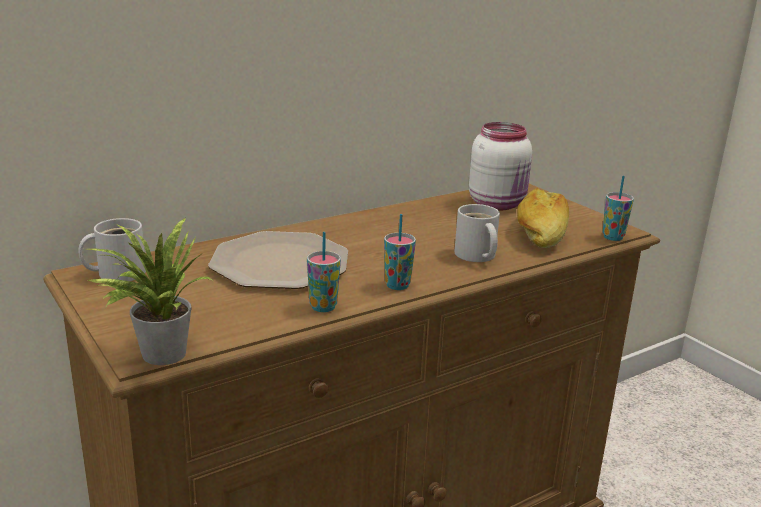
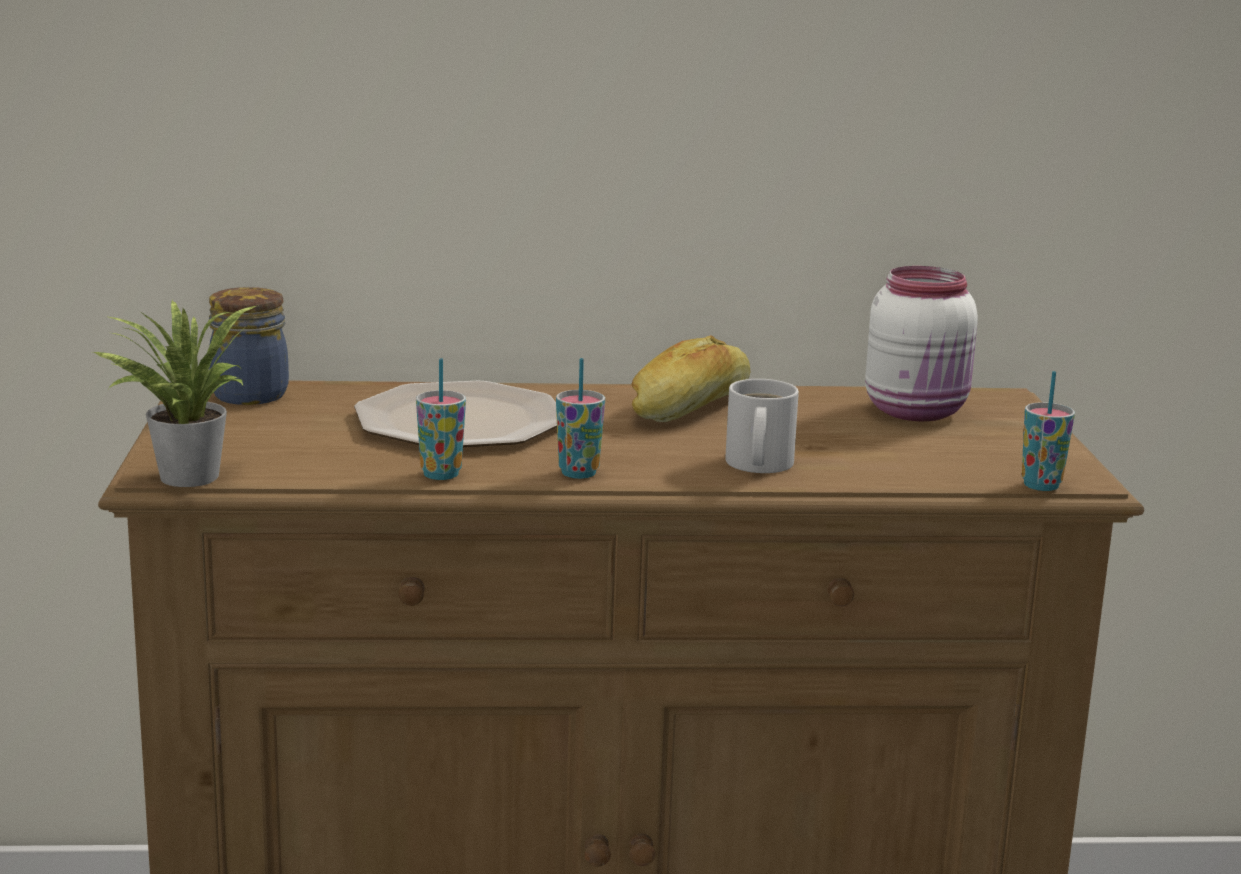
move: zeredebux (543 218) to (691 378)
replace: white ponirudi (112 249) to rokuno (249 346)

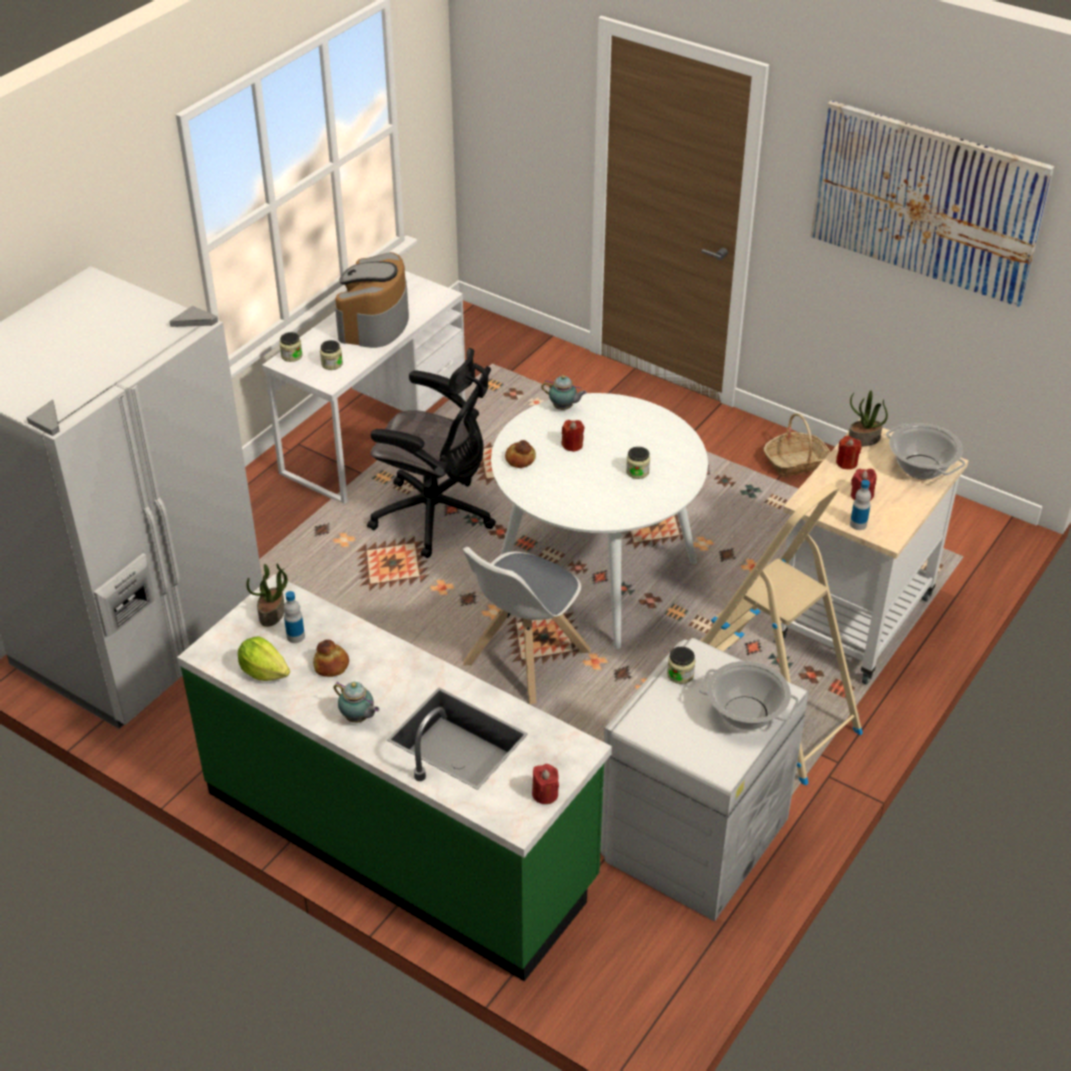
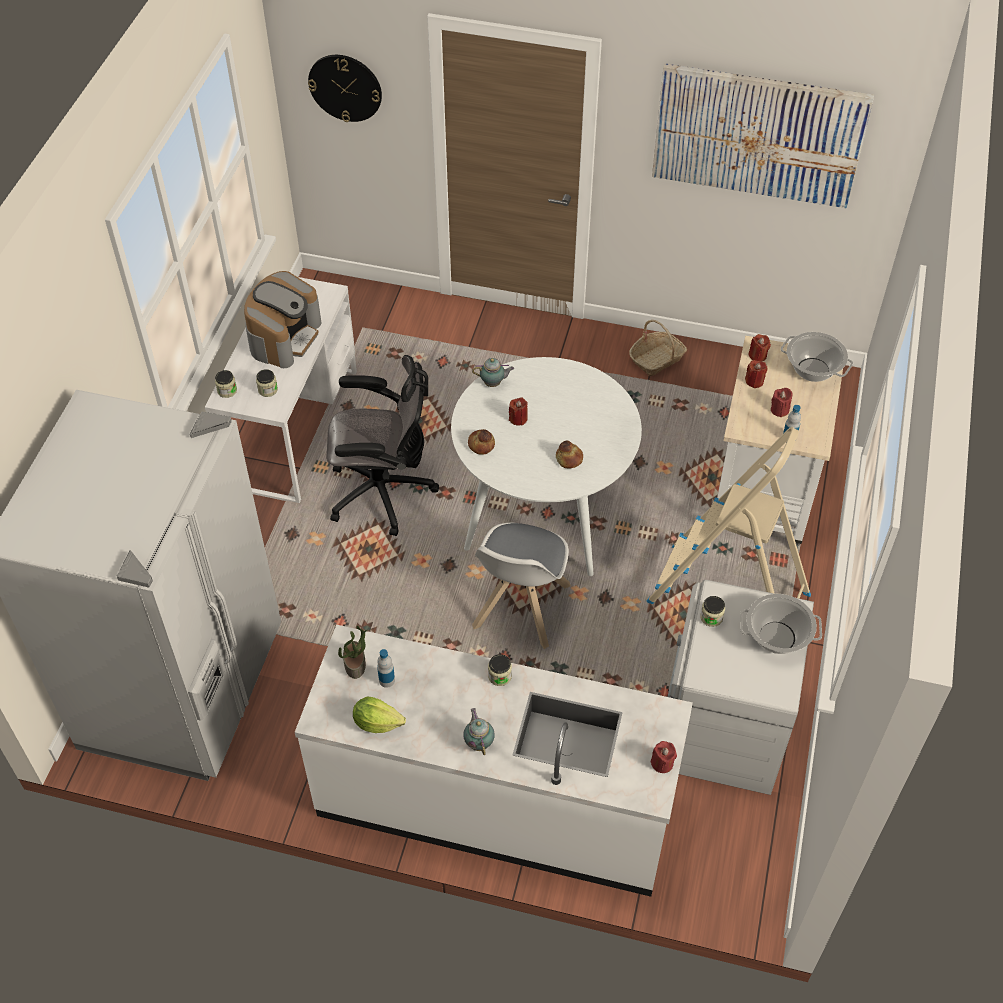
insert: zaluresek (345 88)
move: zeredebux (331 658) to (569 455); rokuno (638 463) to (500 670)
replace: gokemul (868 418) to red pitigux (759 347)
recolor: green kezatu (394 777) to white kezatu (494 761)
rotate: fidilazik (357 702) = (479 731) 120 degrees counterclockwise; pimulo (372 300) = (283 319) 150 degrees counterclockwise

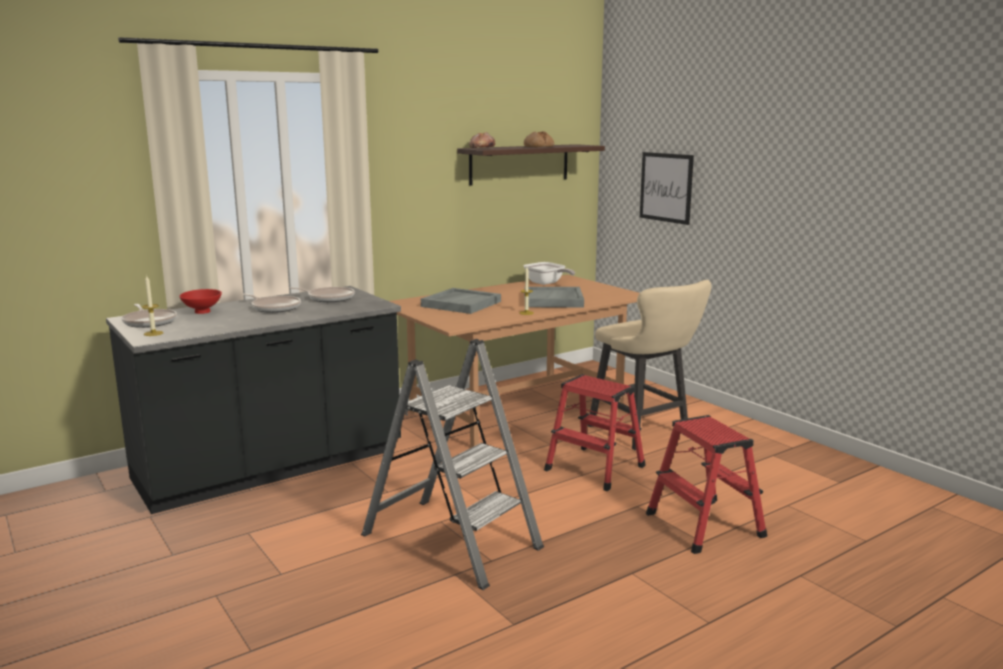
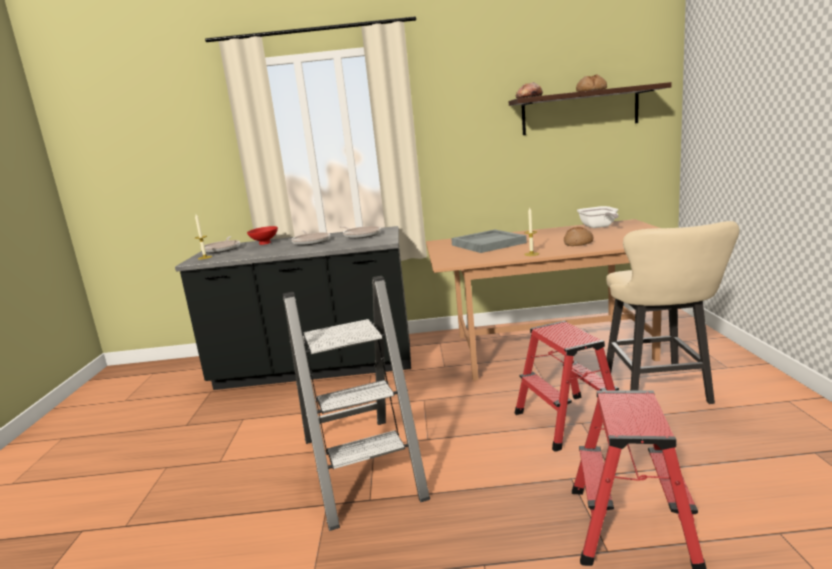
delete: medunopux (667 188)
replace: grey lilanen (554 297) to zeredebux (578 236)

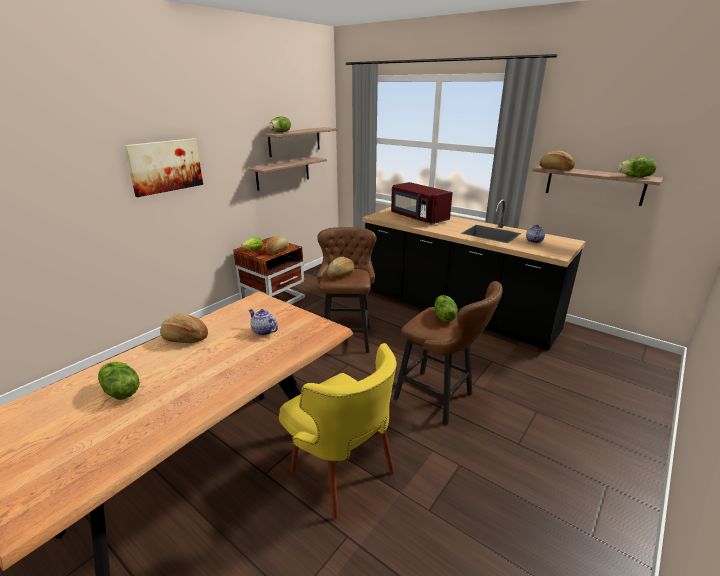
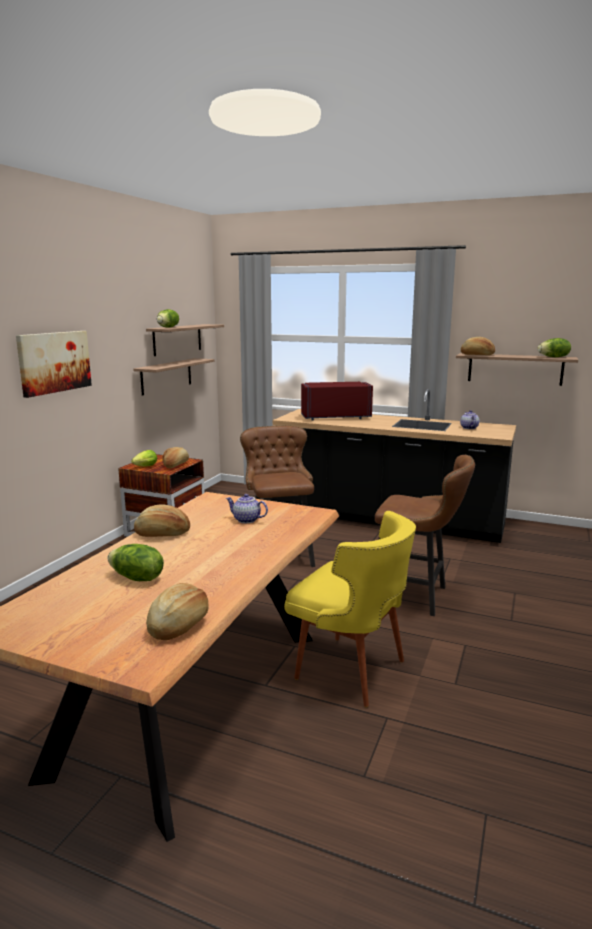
delete: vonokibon (446 308)
move: zeredebux (340 267) to (177 611)
rotate: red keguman (422 203) = (337 401) 135 degrees clockwise

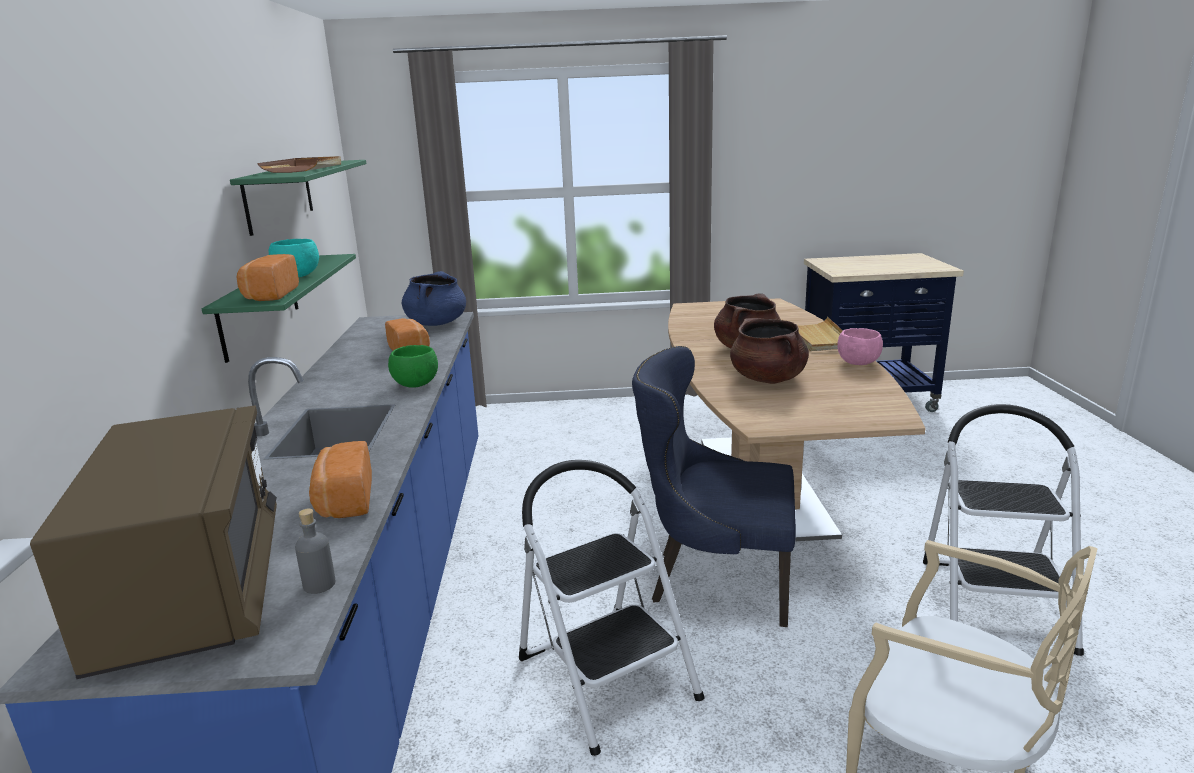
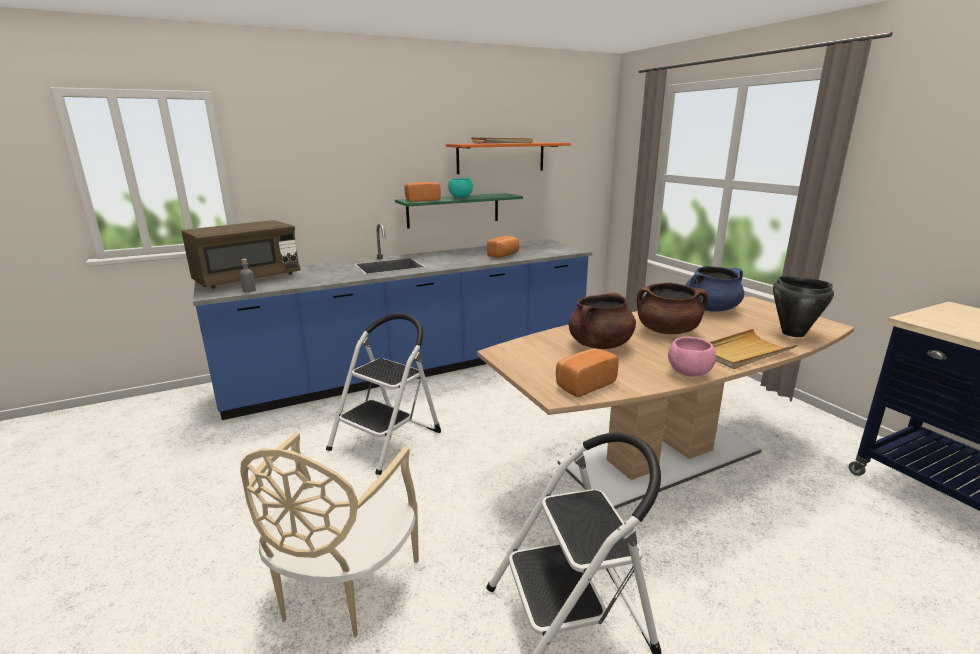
delete: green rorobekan (413 366); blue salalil (714 486)
insert: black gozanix (803 306)
move: zeredebux (340 479) to (587 373); blue gozanix (434 298) to (715 289)
recolor: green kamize (298 198) to orange kamize (508 158)

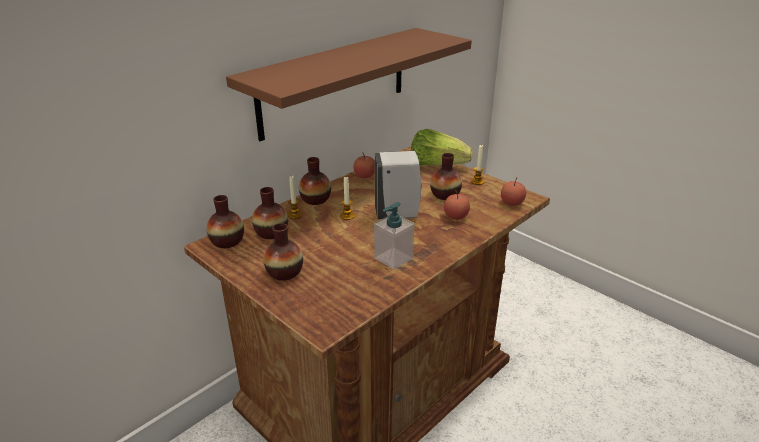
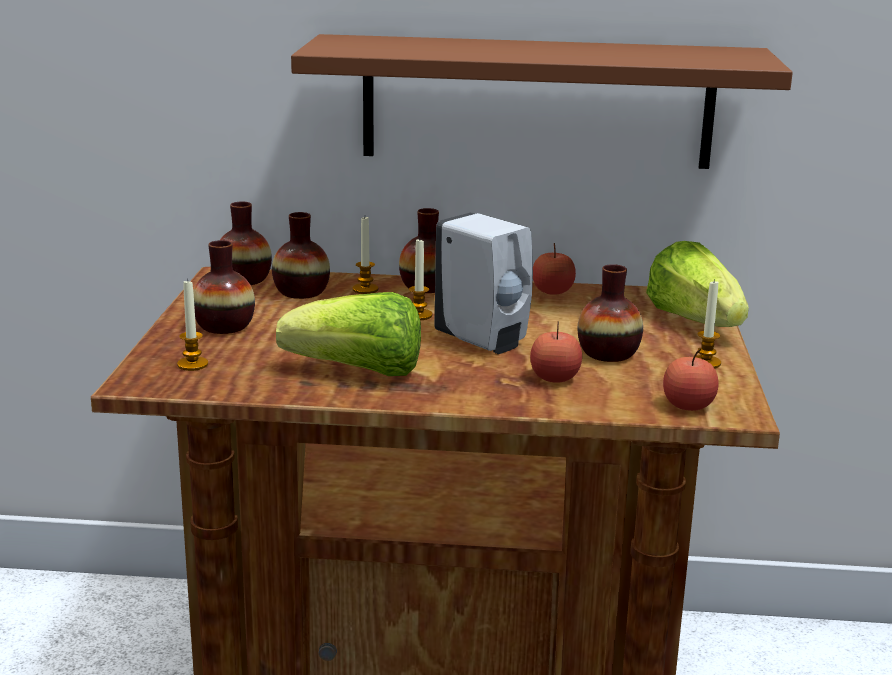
insert: pitigux (192 325)
replace: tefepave (394 236) to vonokibon (348 334)

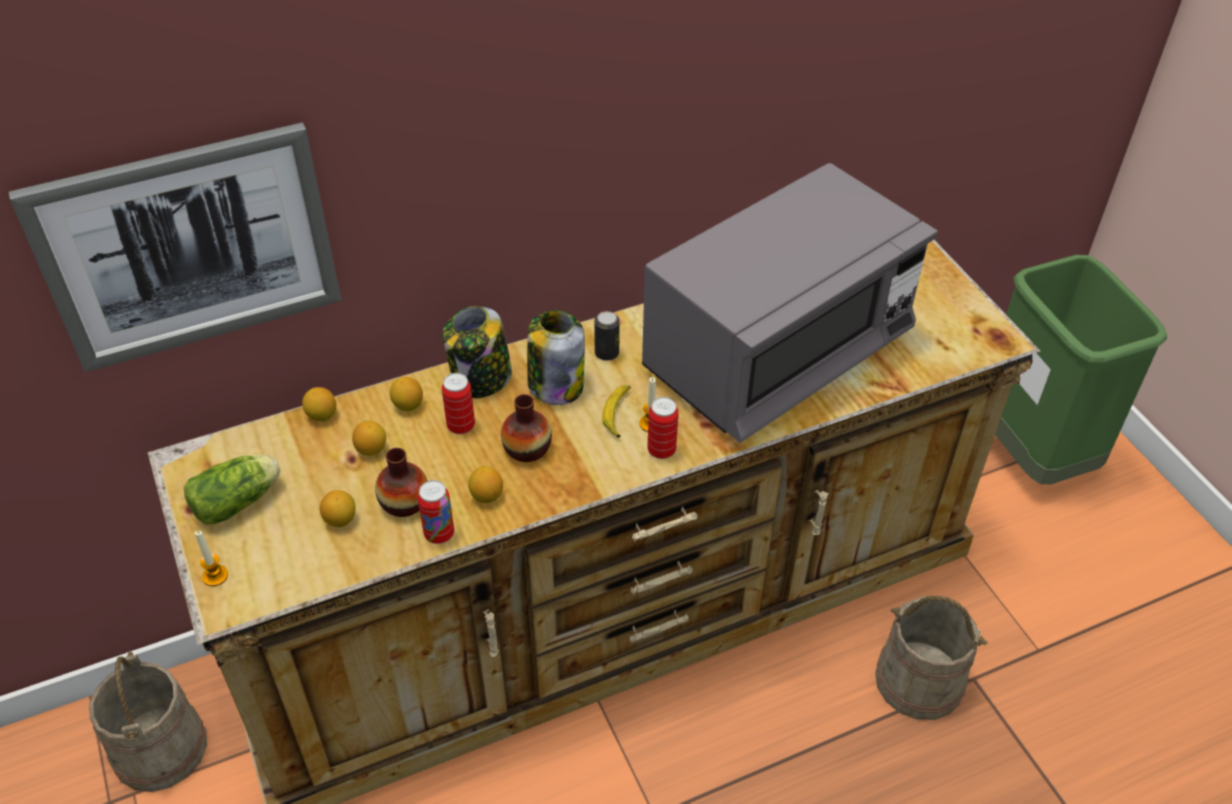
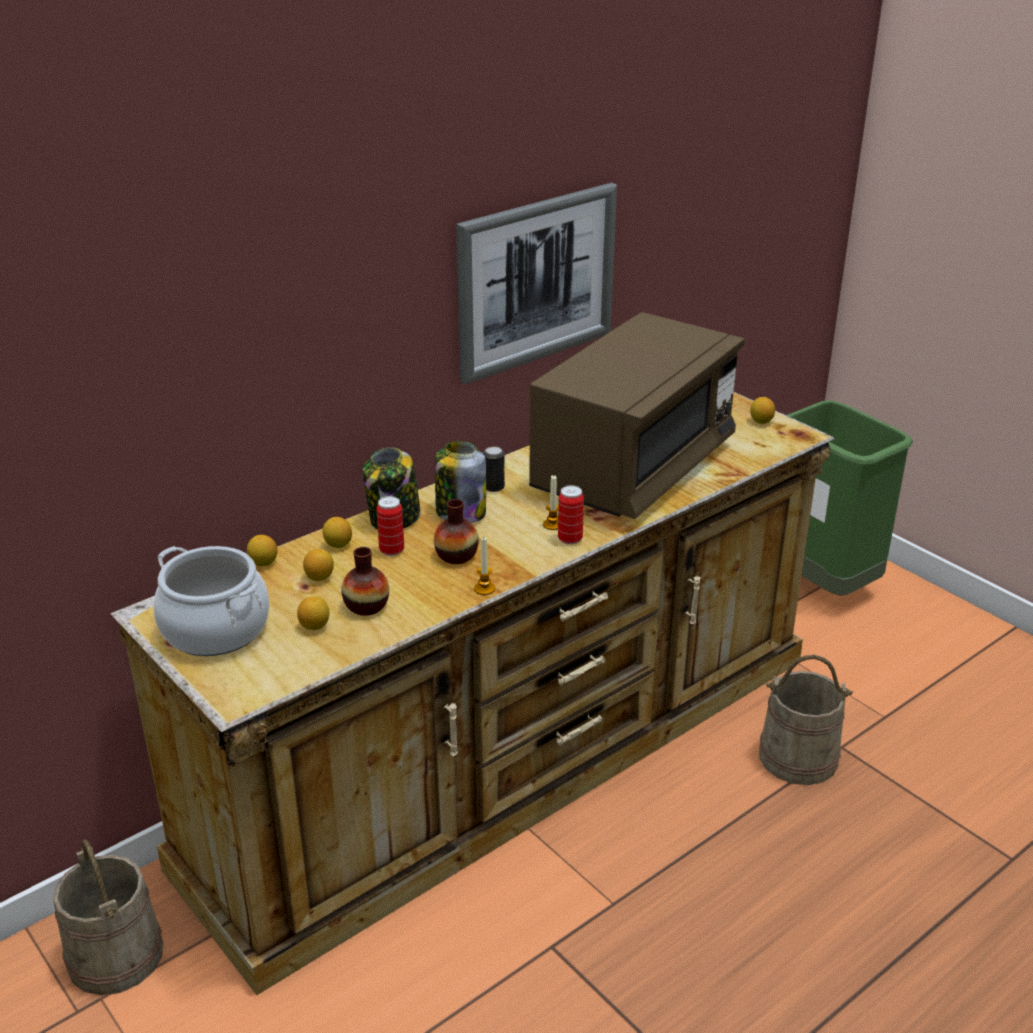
delete: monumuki (436 512); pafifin (616 411)
move: medunopux (175 247) to (536 284); pitigux (211 558) to (484 566); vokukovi (485 484) to (762 410)
replace: vonokibon (232 490) to gozanix (212 601)
recolor: grey keguman (790 303) to brown keguman (637 415)

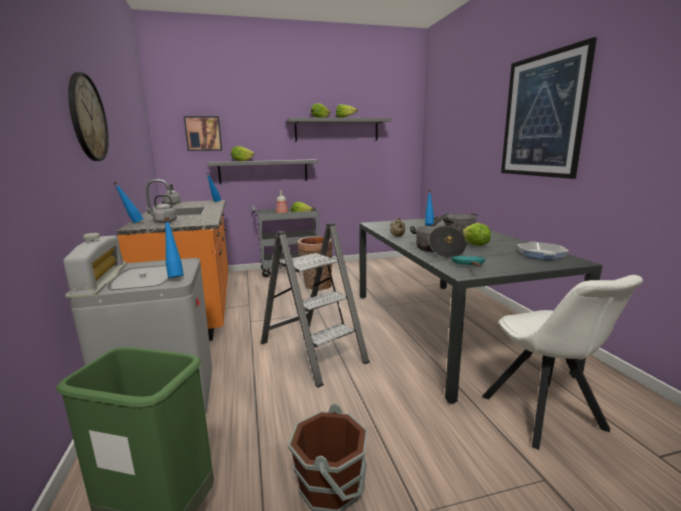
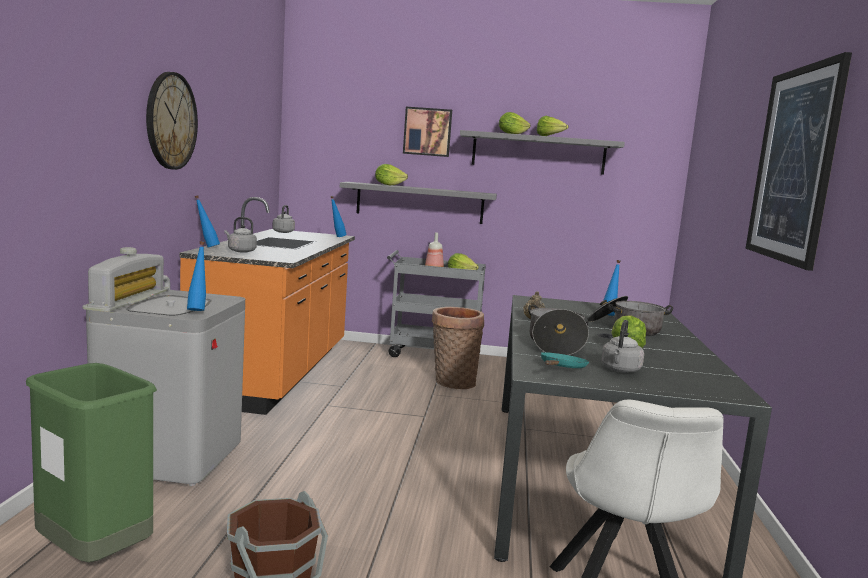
delete: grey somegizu (315 305); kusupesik (543 251)
insert: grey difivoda (622 346)
move: medunopux (203 133) to (427 132)

